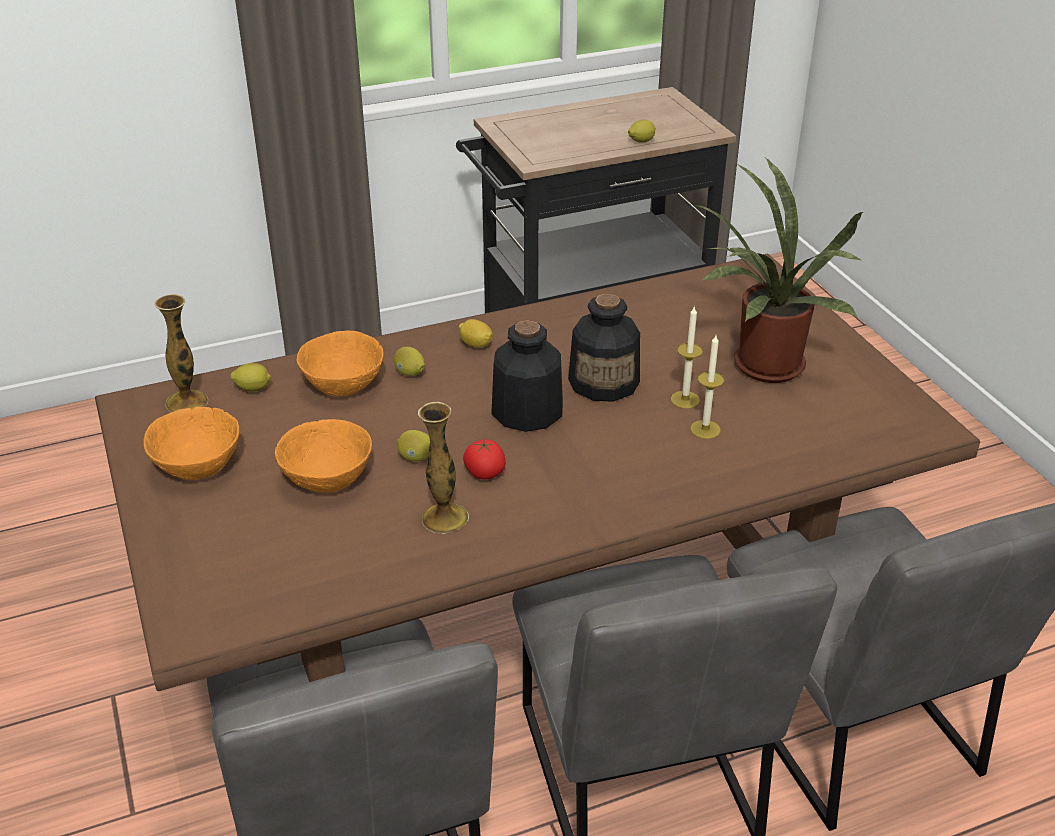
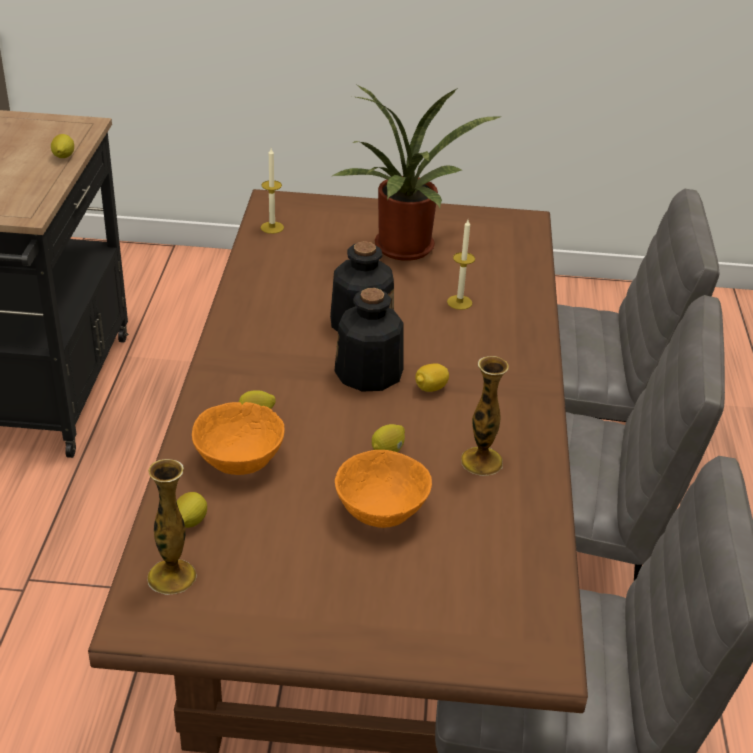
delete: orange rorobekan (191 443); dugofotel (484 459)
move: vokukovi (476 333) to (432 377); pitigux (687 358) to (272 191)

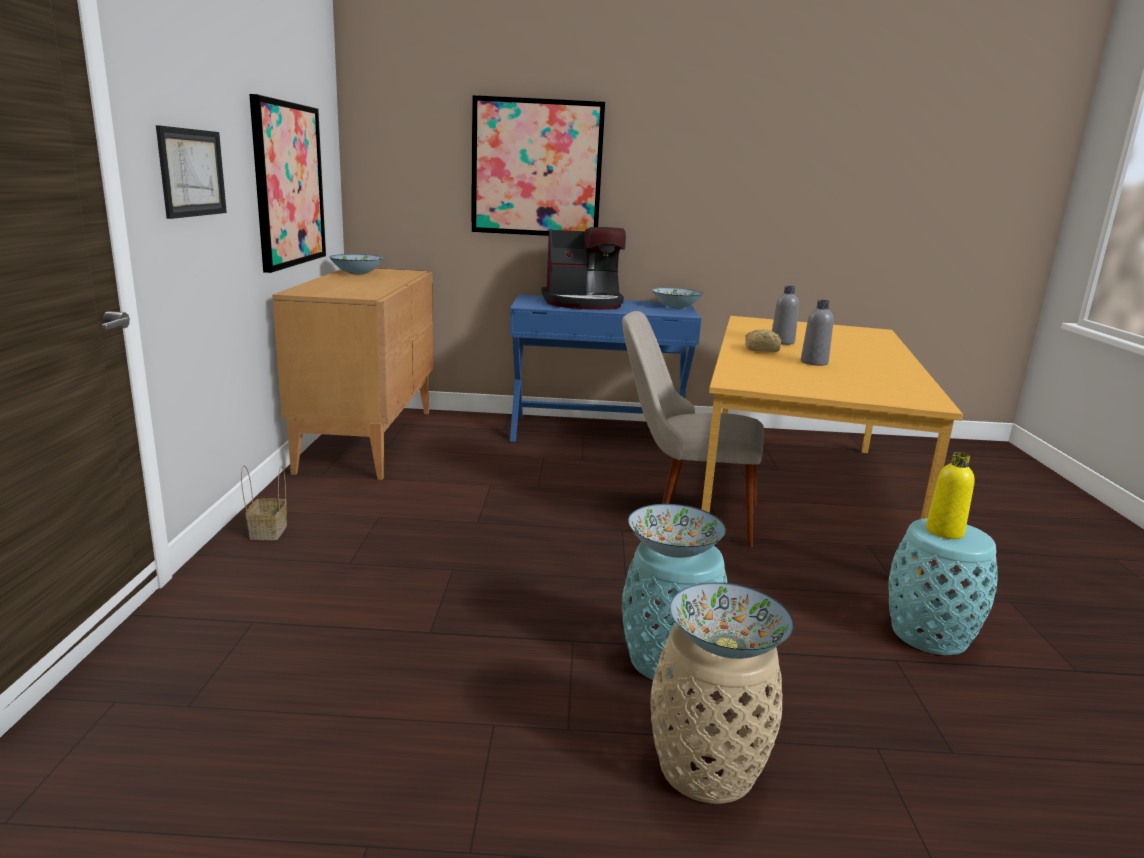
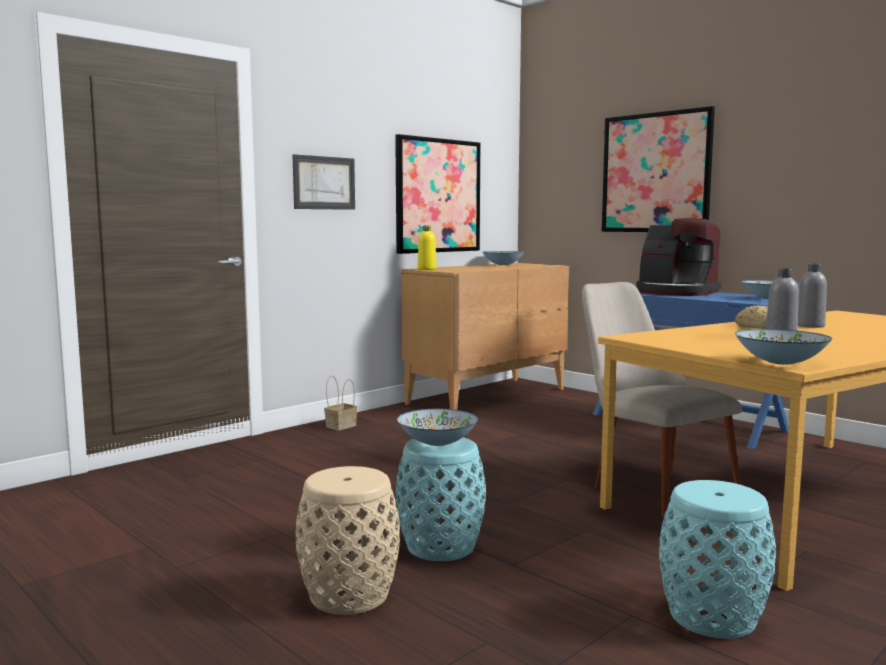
move: rorobekan (732 620) to (784 346); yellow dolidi (950 495) to (427 247)

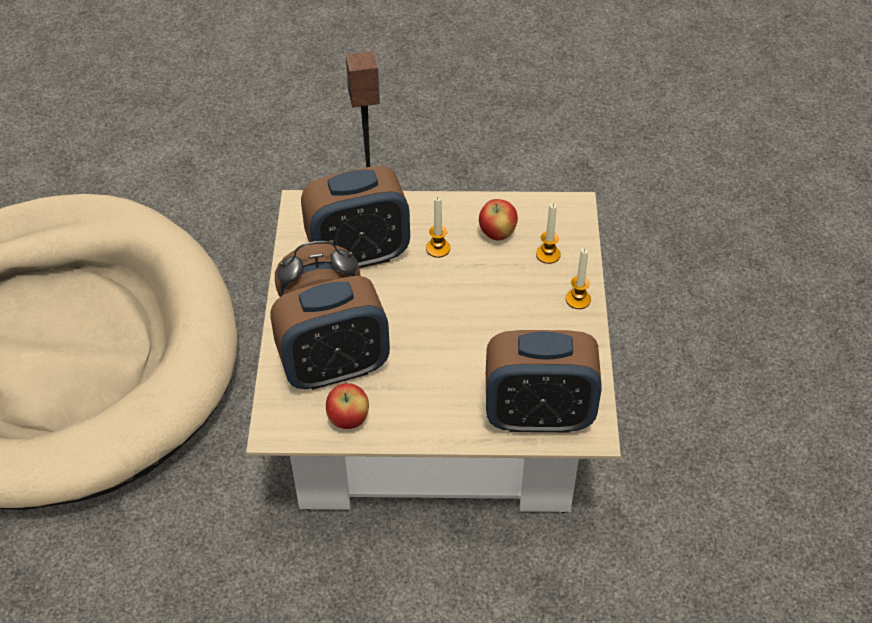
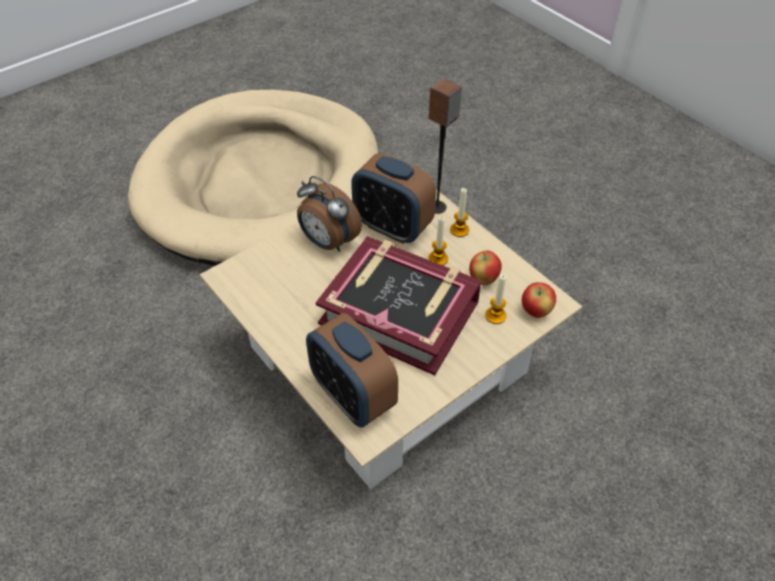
delete: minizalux (330 333)
insert: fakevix (398 305)
move: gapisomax (347 406) to (539 300); pitigux (578 278) to (459 212)

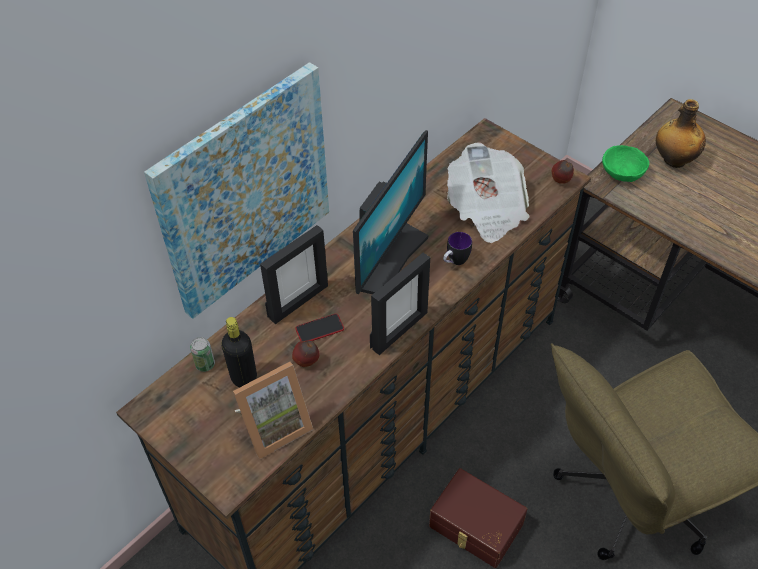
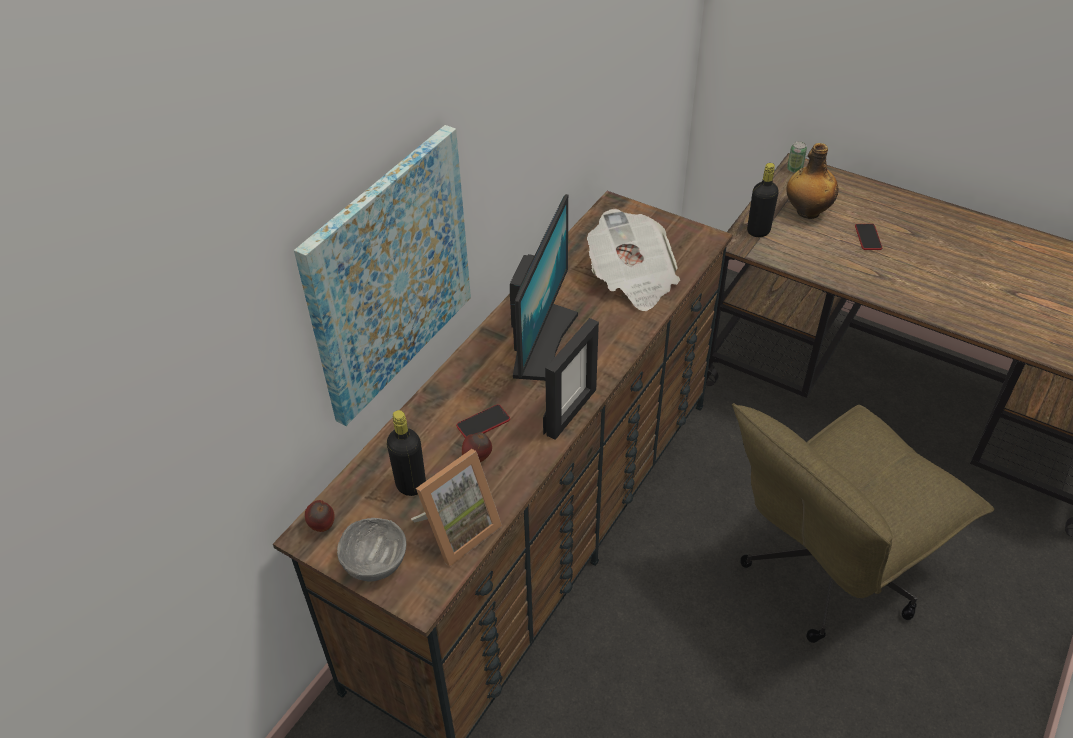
delete: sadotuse (294 274); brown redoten (478 518); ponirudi (457 248)
insert: grey rorobekan (371 550); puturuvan (868 237)
move: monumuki (202 354) to (797 157); gapisomax (563 172) to (320 516)
replace: green rorobekan (625 163) to black dolidi (763 200)

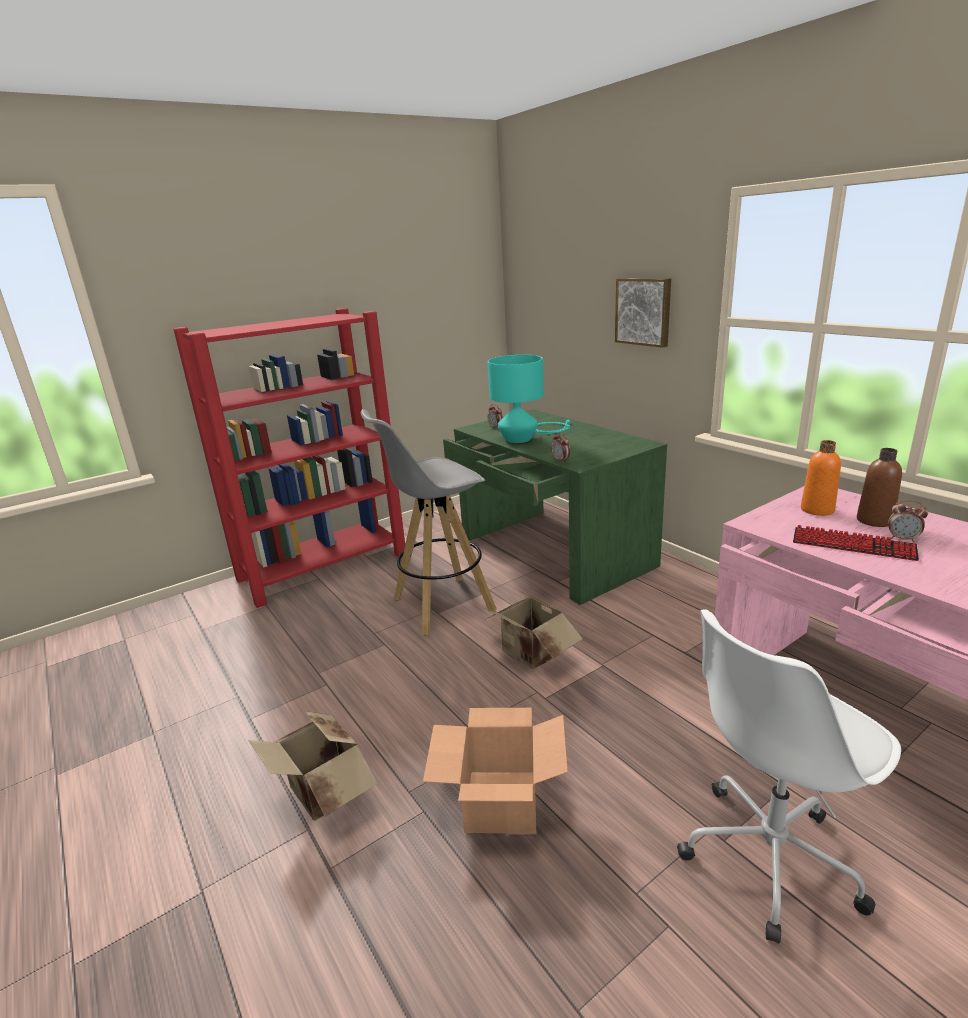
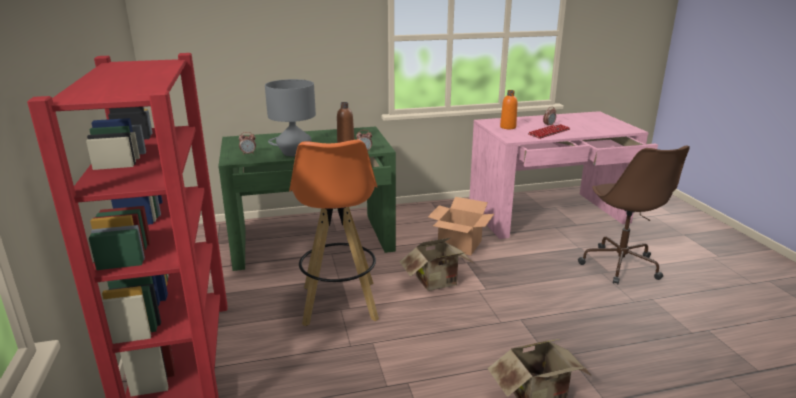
delete: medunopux (643 313)
move: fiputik (495 771) to (461 226); brown dolidi (879 487) to (346 122)
recolor: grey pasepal (429 522) to orange pasepal (334 233); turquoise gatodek (529 399) to grey gatodek (290 118); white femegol (789 776) to brown femegol (634 215)

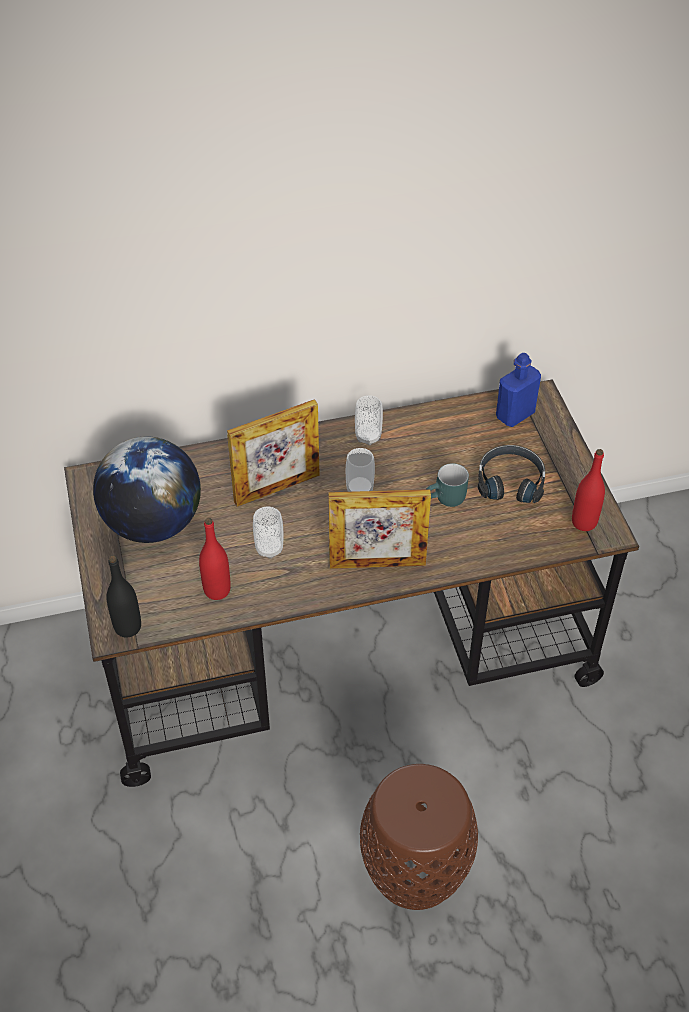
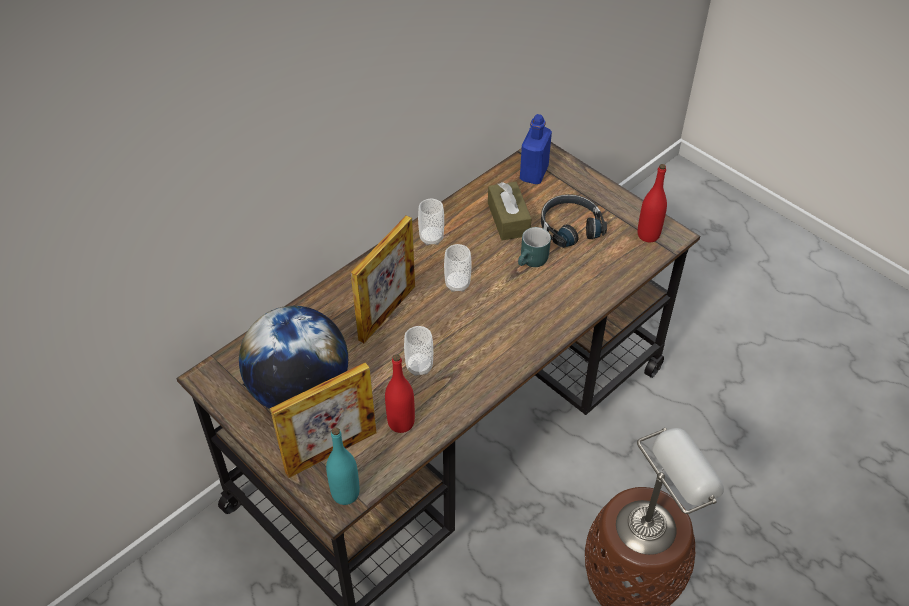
insert: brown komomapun (510 211); white gatodek (670 491)
move: sadotuse (380 529) to (323 420)
recolor: black dolidi (123 597) to turquoise dolidi (343 466)

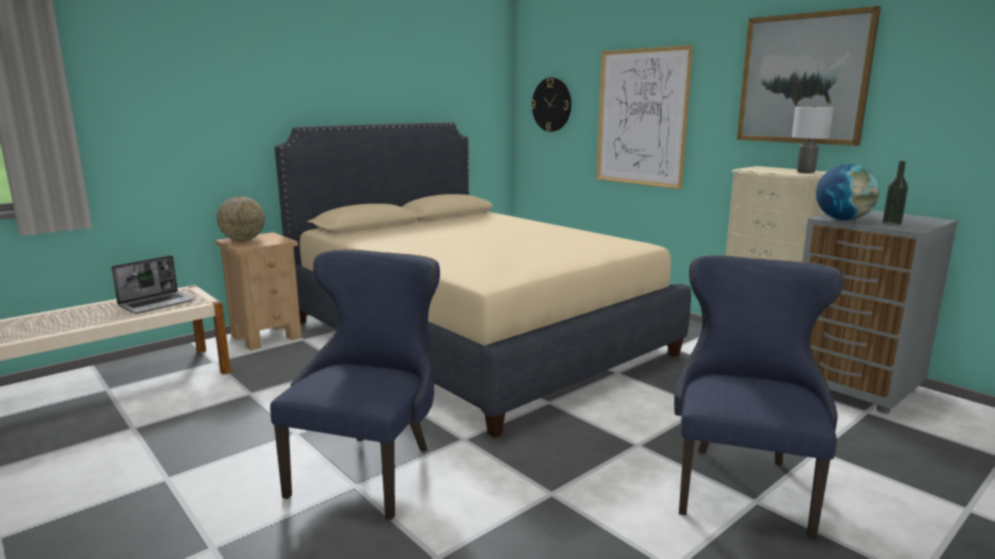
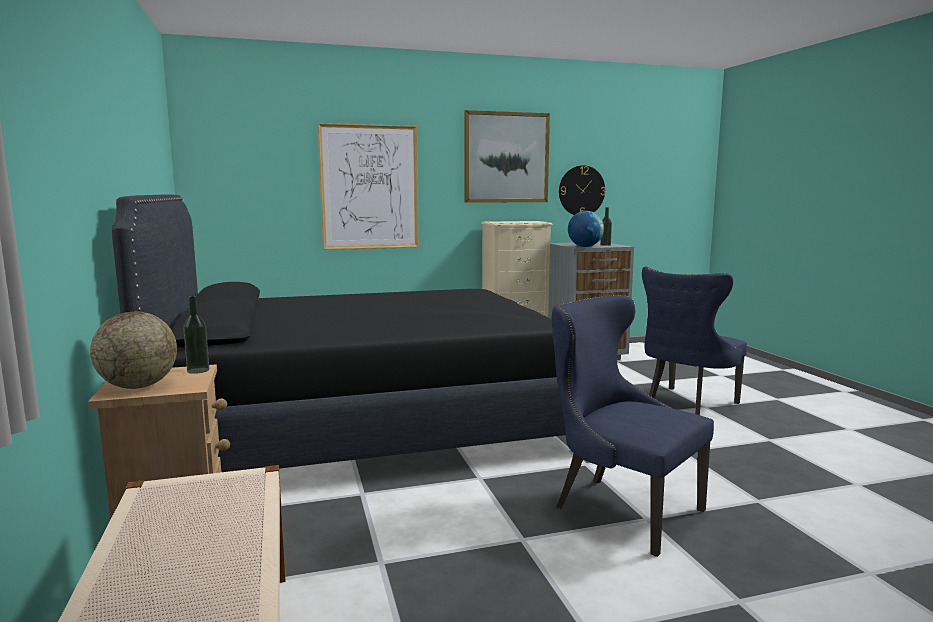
delete: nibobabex (153 284); white gatodek (813 139)
insert: dolidi (196 335)
move: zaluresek (551 105) to (582 190)
recolor: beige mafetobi (483 280) to black mafetobi (339 333)
rotate: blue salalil (758 397) = (694 341) 90 degrees counterclockwise

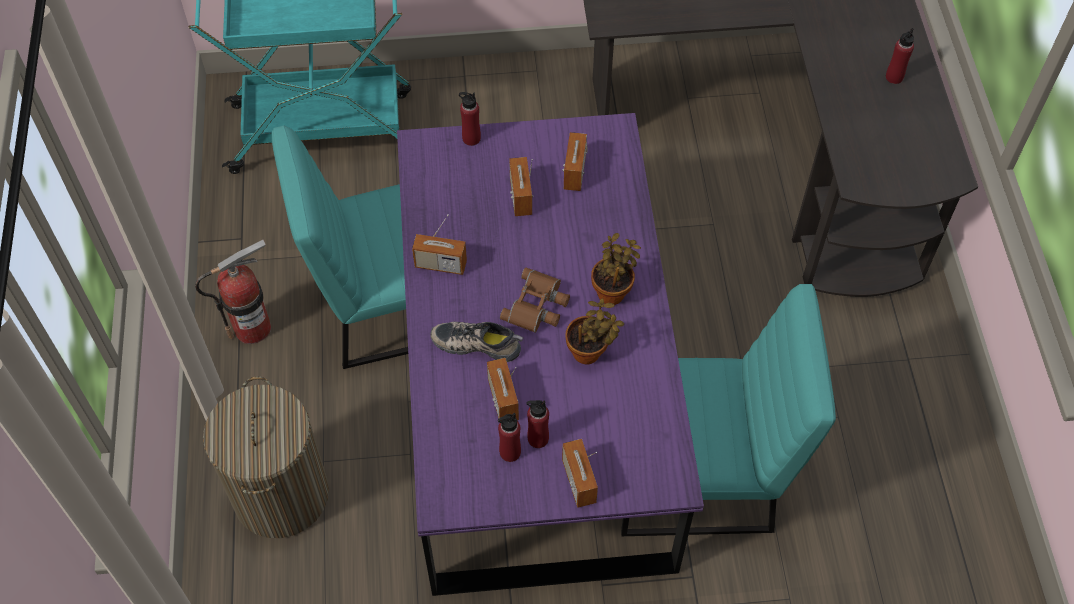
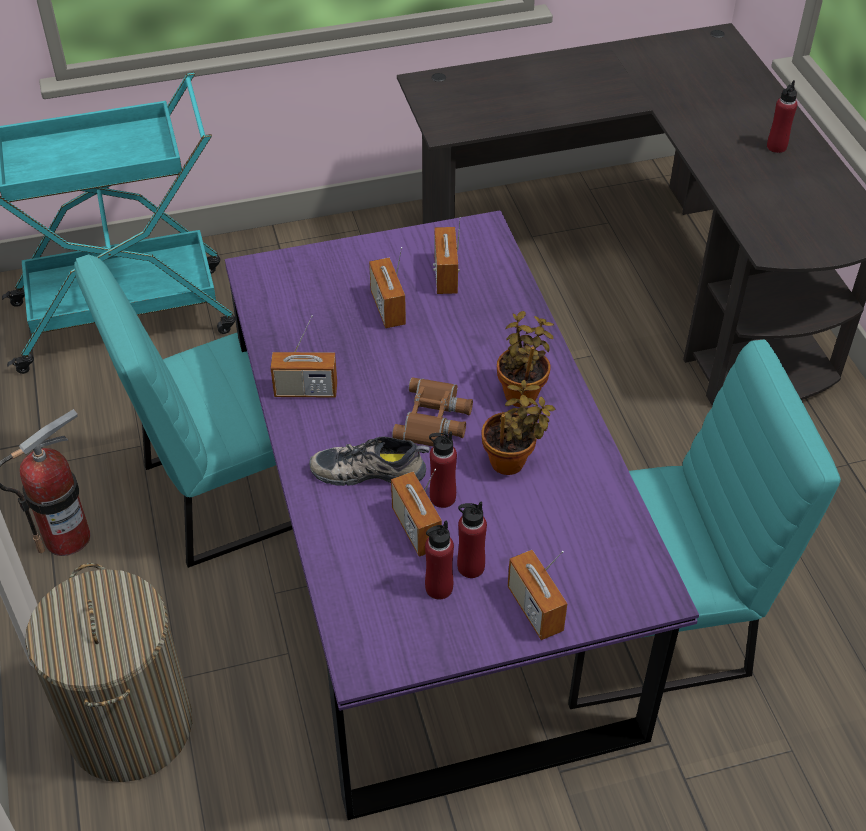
move: red dolidi (470 119) to (443 469)

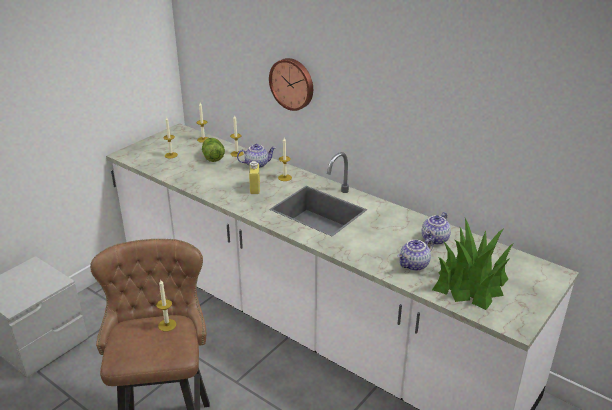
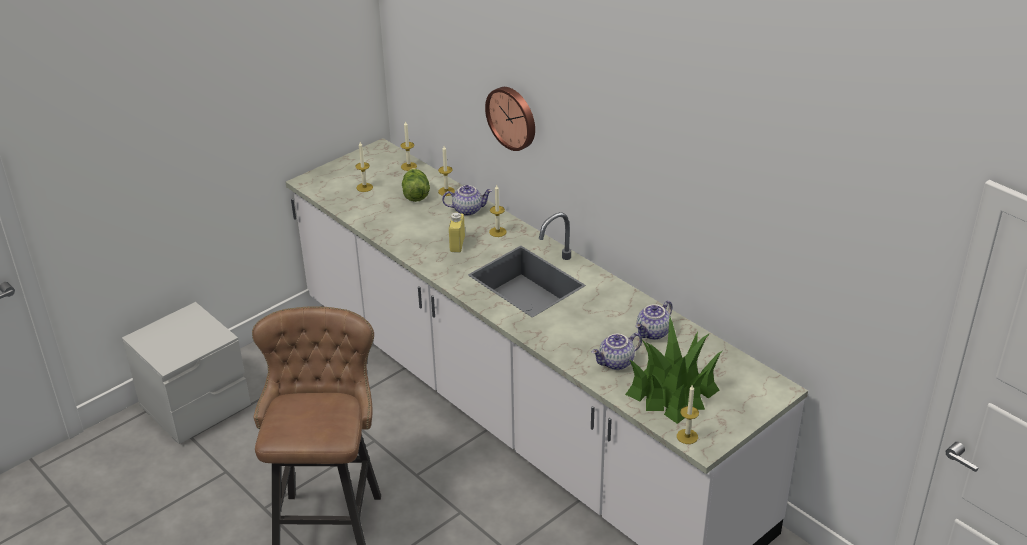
move: pitigux (166 306) to (688 414)

